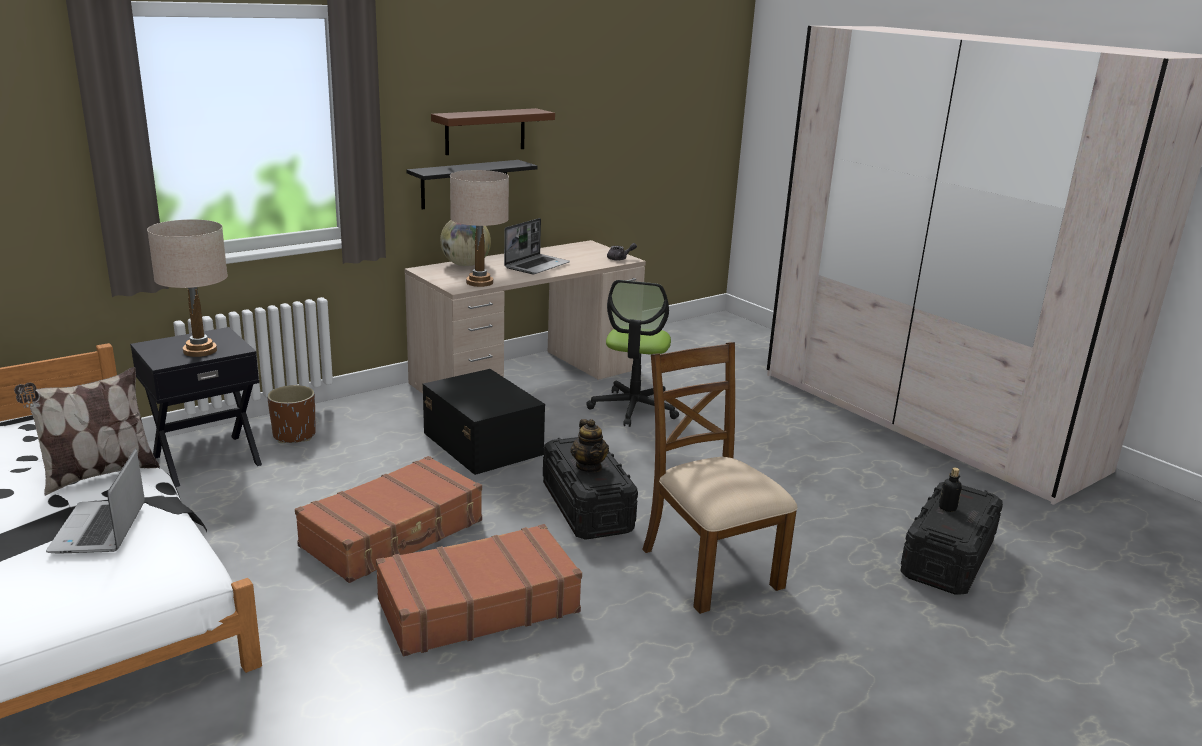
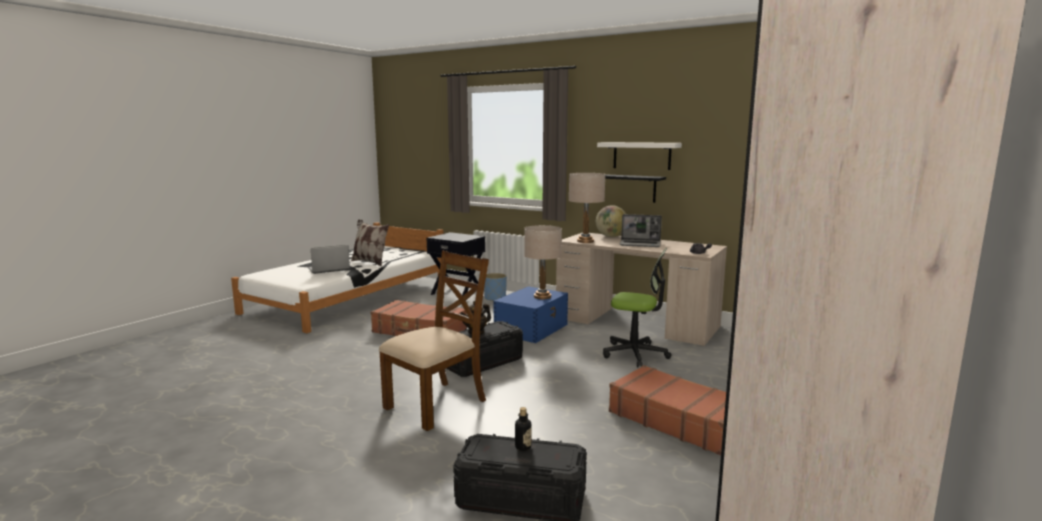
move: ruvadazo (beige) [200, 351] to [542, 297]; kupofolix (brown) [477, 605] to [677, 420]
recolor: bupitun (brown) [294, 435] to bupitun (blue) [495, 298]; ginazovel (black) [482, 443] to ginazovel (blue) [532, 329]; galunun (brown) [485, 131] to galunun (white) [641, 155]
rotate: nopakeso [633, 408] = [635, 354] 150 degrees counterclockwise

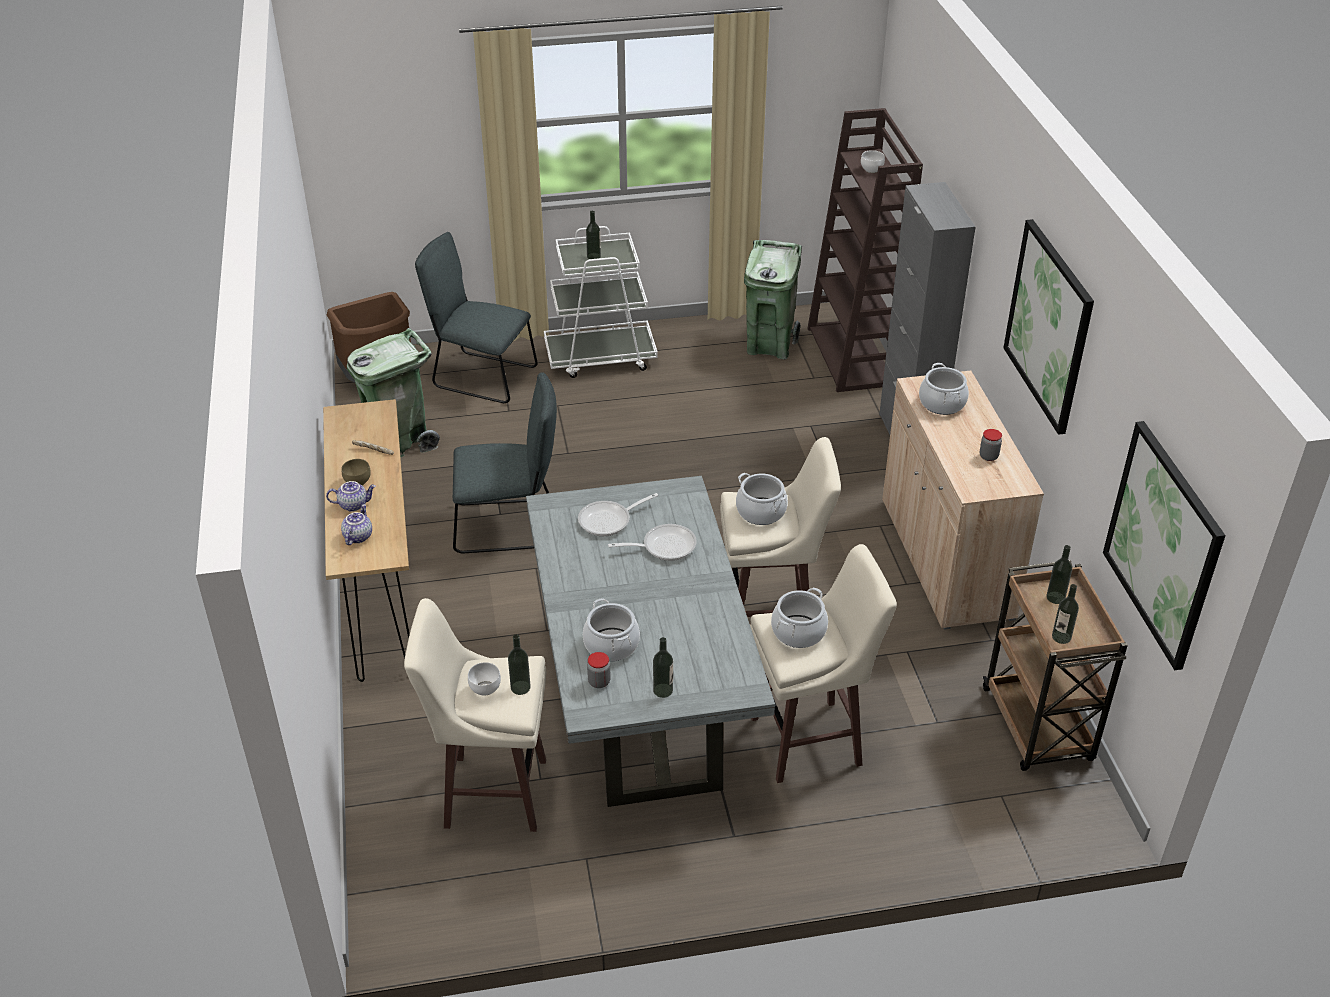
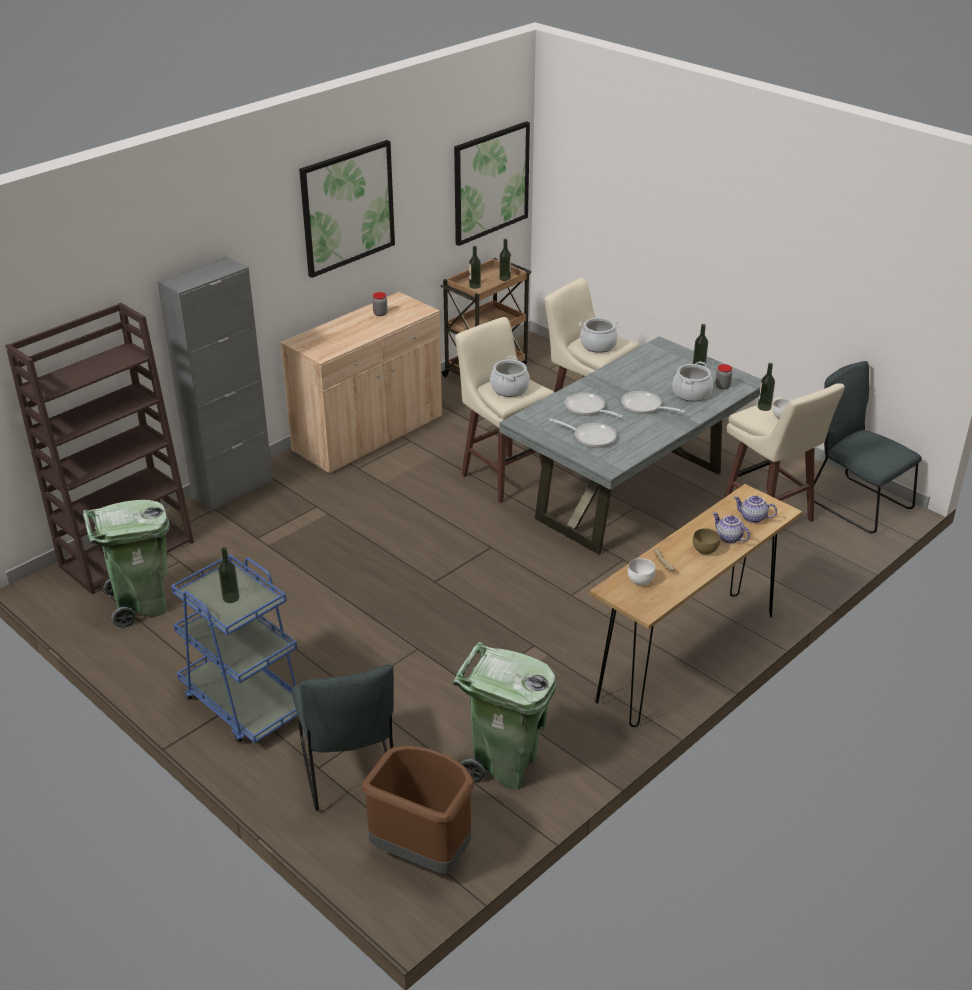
delete: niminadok [942, 403]
insert: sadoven [644, 407]
move: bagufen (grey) [508, 525] to [855, 503]; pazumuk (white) [871, 170] to [641, 580]
recolor: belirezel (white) [601, 357] to belirezel (blue) [244, 703]
rotate: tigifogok [357, 536] = [752, 518] 45 degrees clockwise

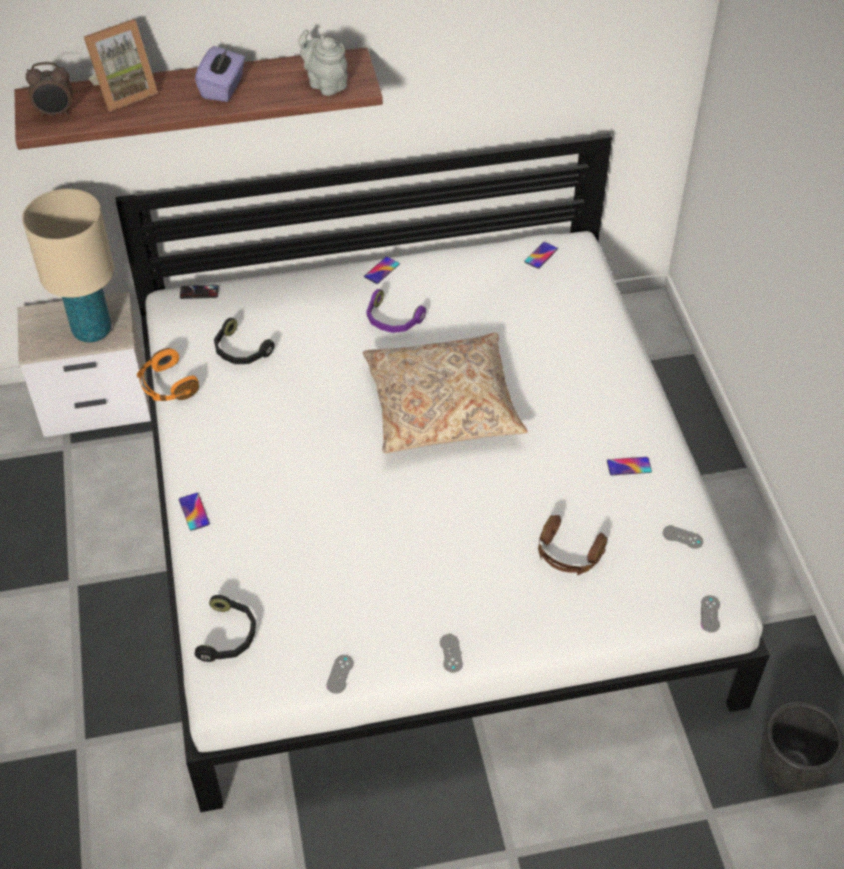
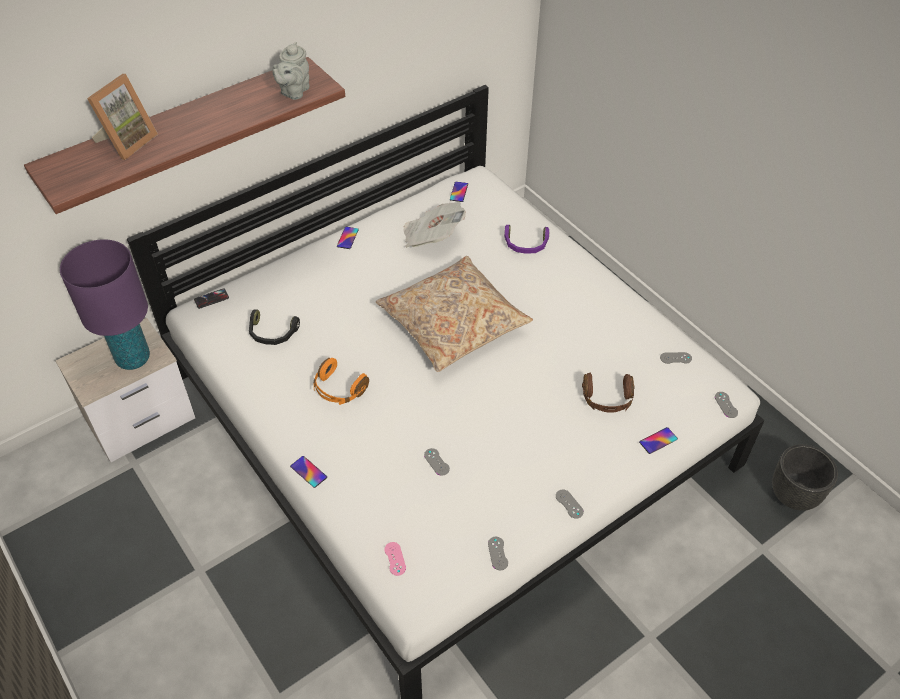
delete: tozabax [55, 113]; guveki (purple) [223, 88]
insert: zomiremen [432, 237]; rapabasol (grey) [436, 462]
move: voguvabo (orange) [167, 386] to [339, 389]; voguvabo (purple) [392, 320] to [525, 245]; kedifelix [629, 466] to [658, 440]
replace: voguvabo (black) [229, 636] to rapabasol (pink) [395, 559]
recolor: ruvadazo (beige) [92, 330] to ruvadazo (purple) [133, 358]
rotate: tigifogok (grey) [325, 84] = [293, 92] 90 degrees counterclockwise

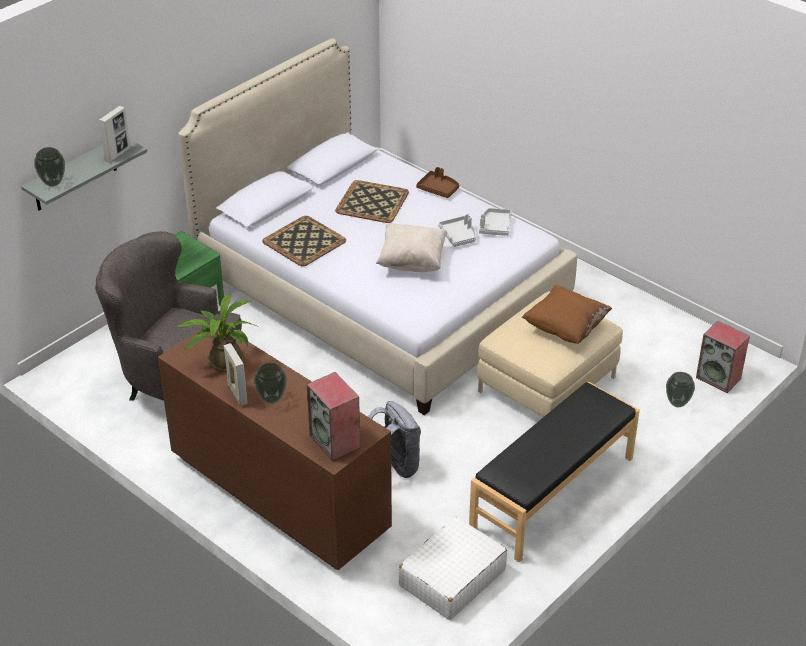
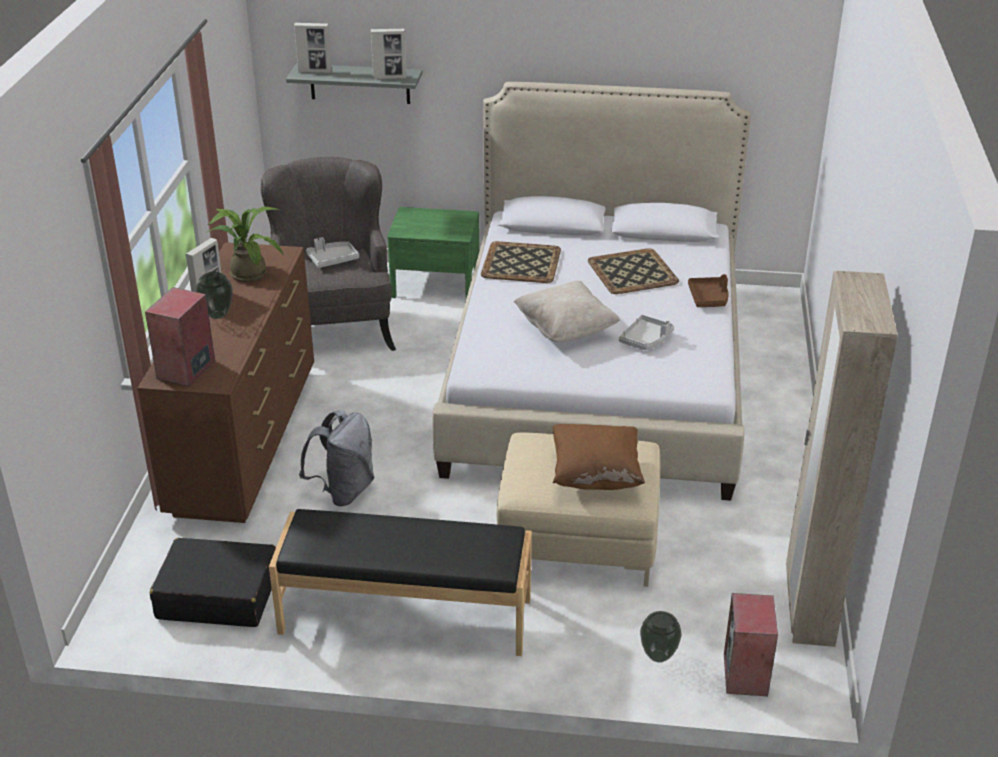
insert: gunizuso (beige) [808, 608]
move: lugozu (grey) [495, 227] to [332, 260]
replace: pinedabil [53, 183] to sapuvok [314, 72]
recolor: kupofolix (white) [452, 578] to kupofolix (black) [217, 595]

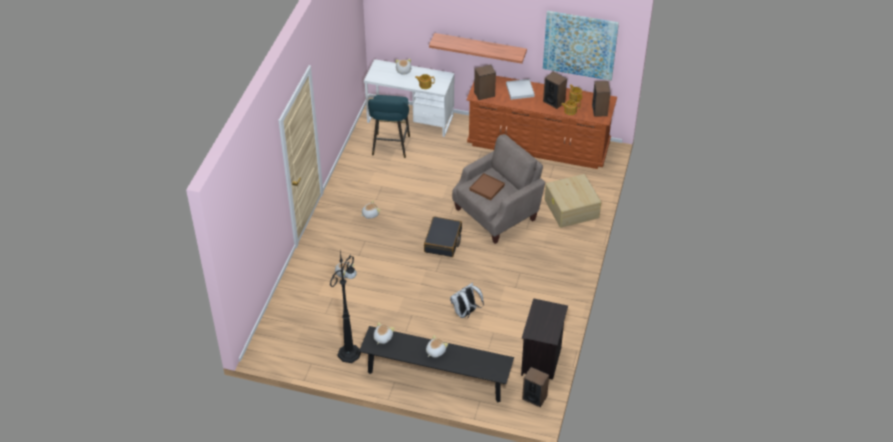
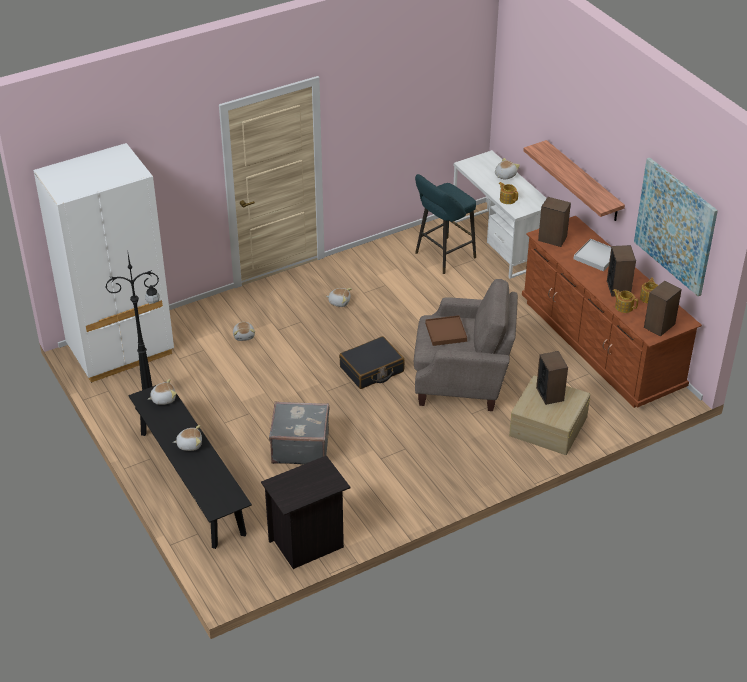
insert: gunizuso (white) [120, 351]
move: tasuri [534, 397] to [550, 394]
replace: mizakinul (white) [465, 313] to kupofolix (grey) [300, 447]

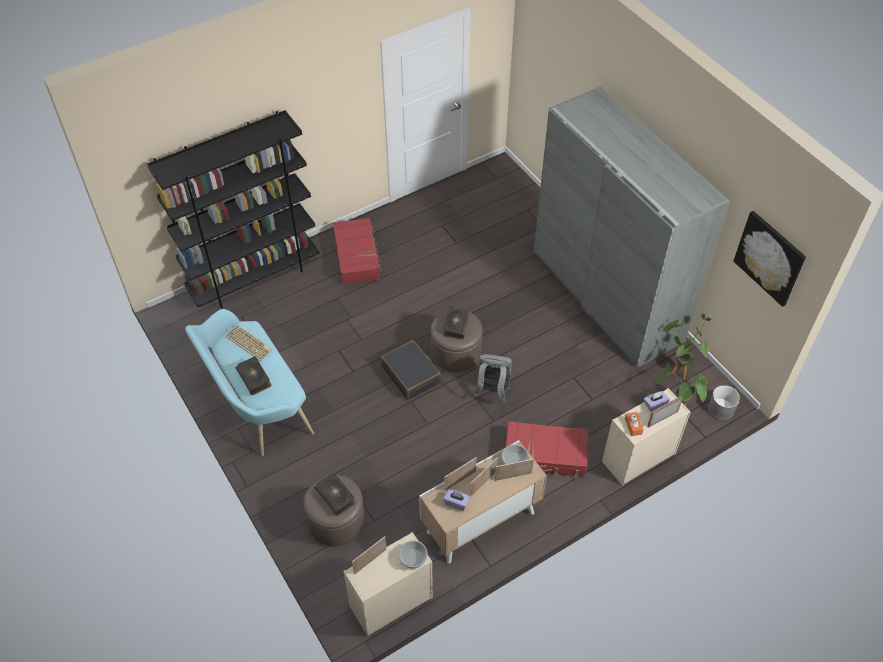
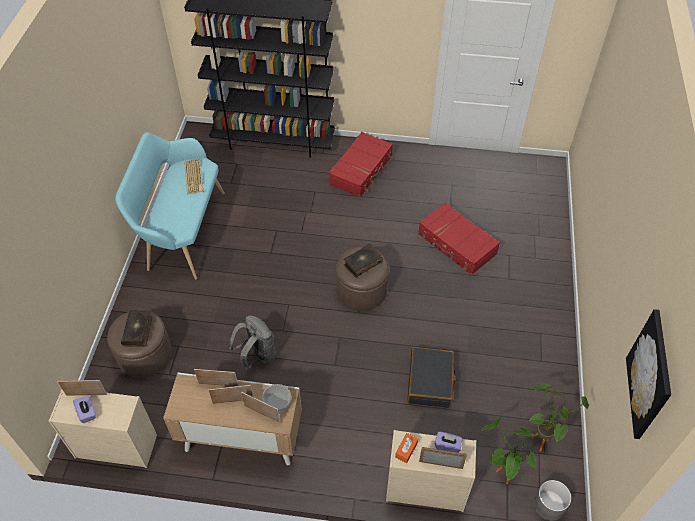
delete: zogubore [254, 378]; pazumuk [413, 558]; gunizuso (grey) [606, 296]
move: kupofolix (black) [411, 375] to [430, 382]; guveki (purple) [456, 503] to [87, 413]; mizakinul (grey) [492, 391] to [257, 356]; kupofolix (red) [545, 455] to [456, 244]

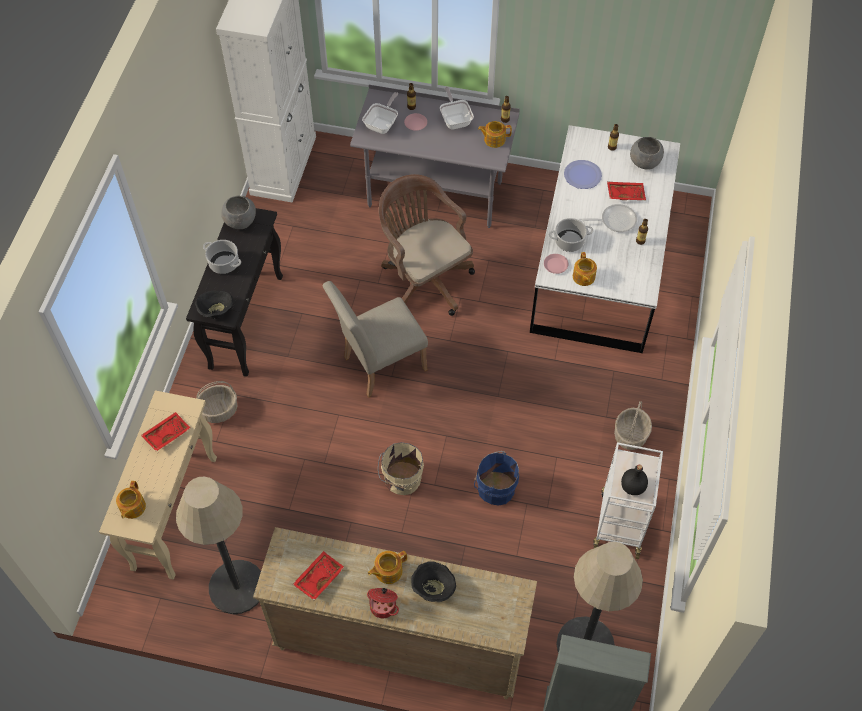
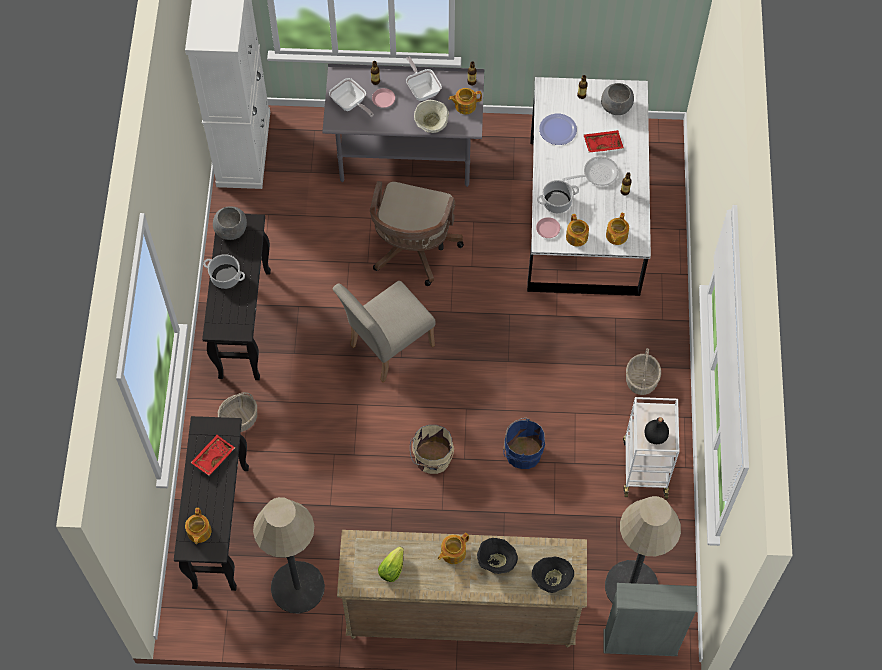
delete: niminadok [383, 605]
insert: pazumuk (beige) [431, 124]; tigifogok [616, 236]
move: pazumuk (black) [216, 311] to [551, 579]
replace: lugozu (red) [318, 577] to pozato [391, 569]
recolor: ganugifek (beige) [175, 511] to ganugifek (black) [220, 525]
rotate: sadoven [382, 124] = [350, 104] 120 degrees clockwise; nopakeso (brown) [424, 278] = [412, 250] 120 degrees counterclockwise

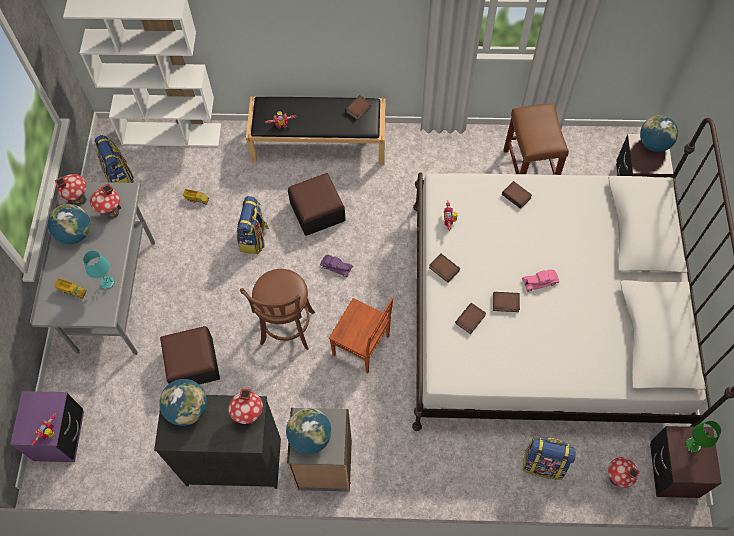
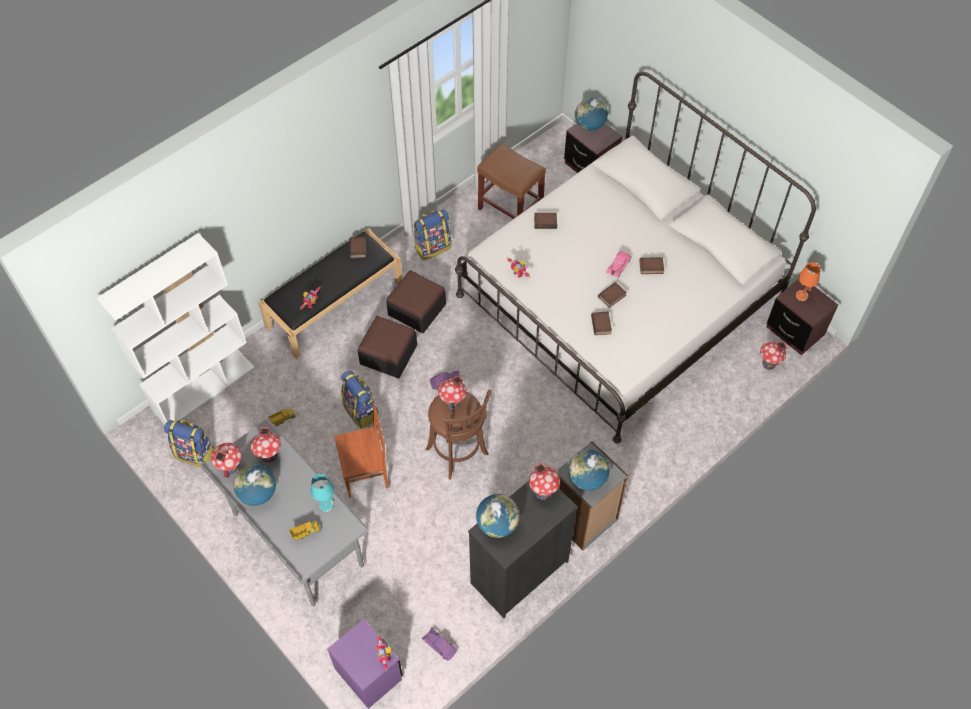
insert: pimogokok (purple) [440, 645]; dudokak [452, 402]
move: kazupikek [192, 363] to [417, 309]; bagufen (brown) [361, 347] to [365, 473]; zogubore [443, 269] to [651, 268]; mizakinul [544, 463] to [432, 247]
recolor: ruvadazo (green) [693, 445] to ruvadazo (orange) [802, 295]

